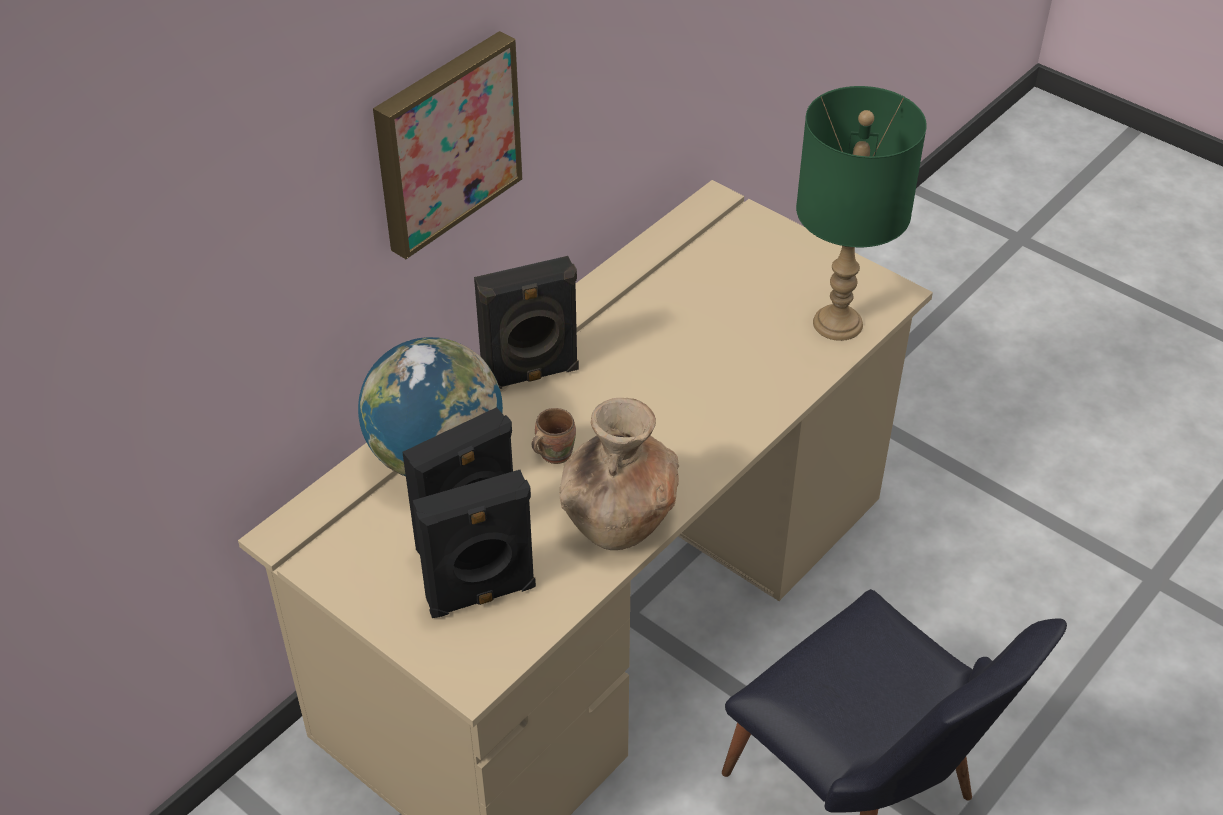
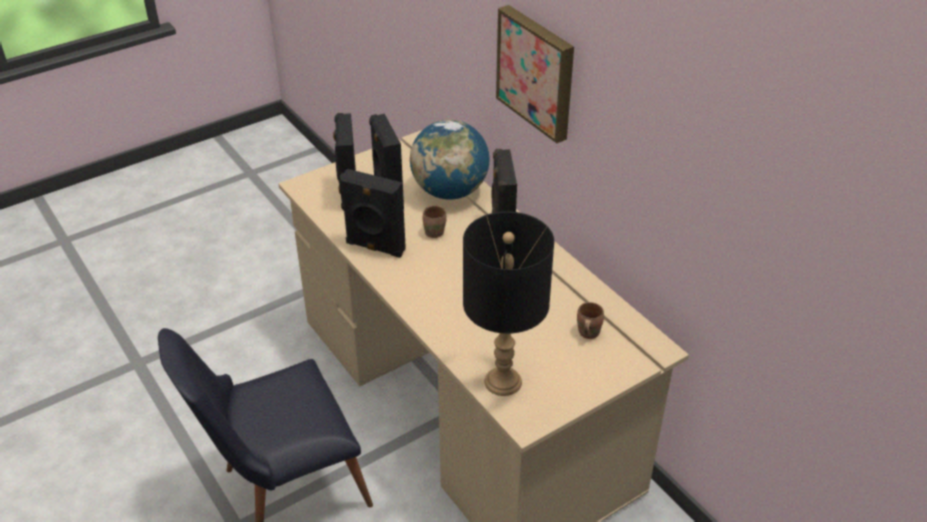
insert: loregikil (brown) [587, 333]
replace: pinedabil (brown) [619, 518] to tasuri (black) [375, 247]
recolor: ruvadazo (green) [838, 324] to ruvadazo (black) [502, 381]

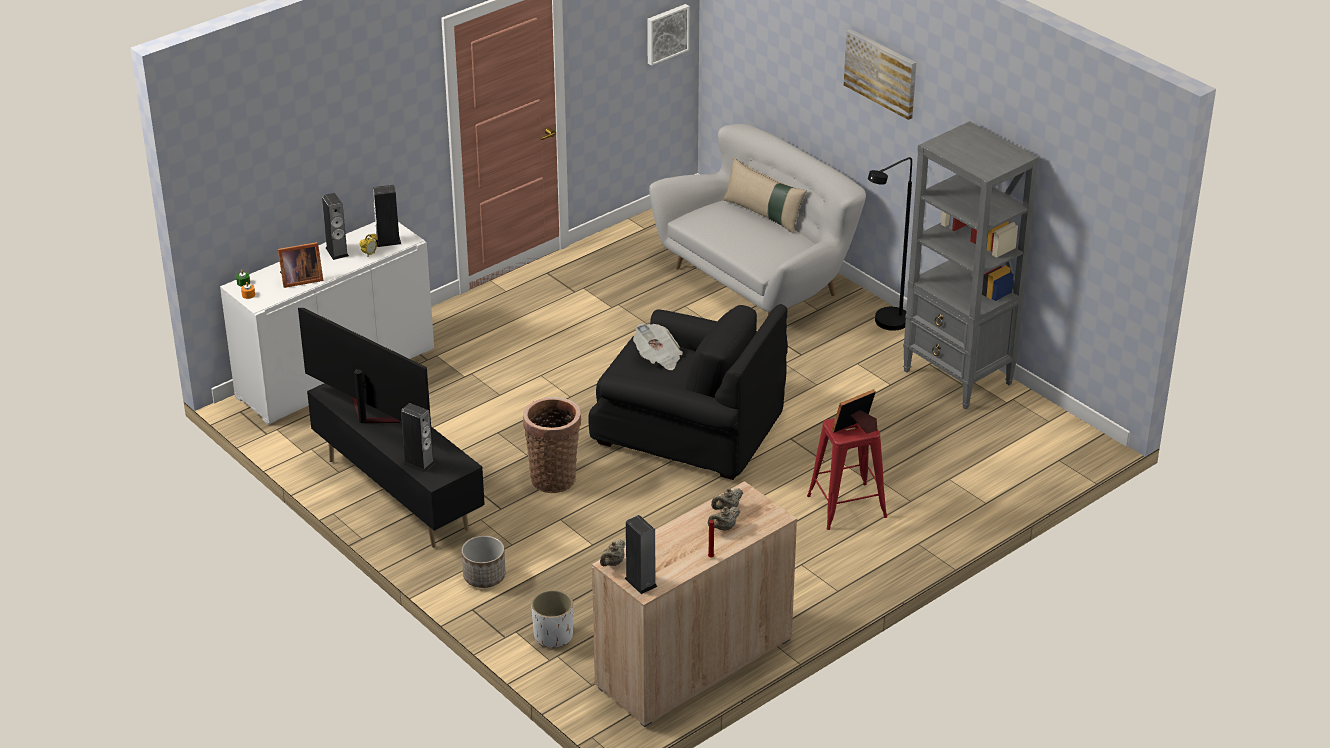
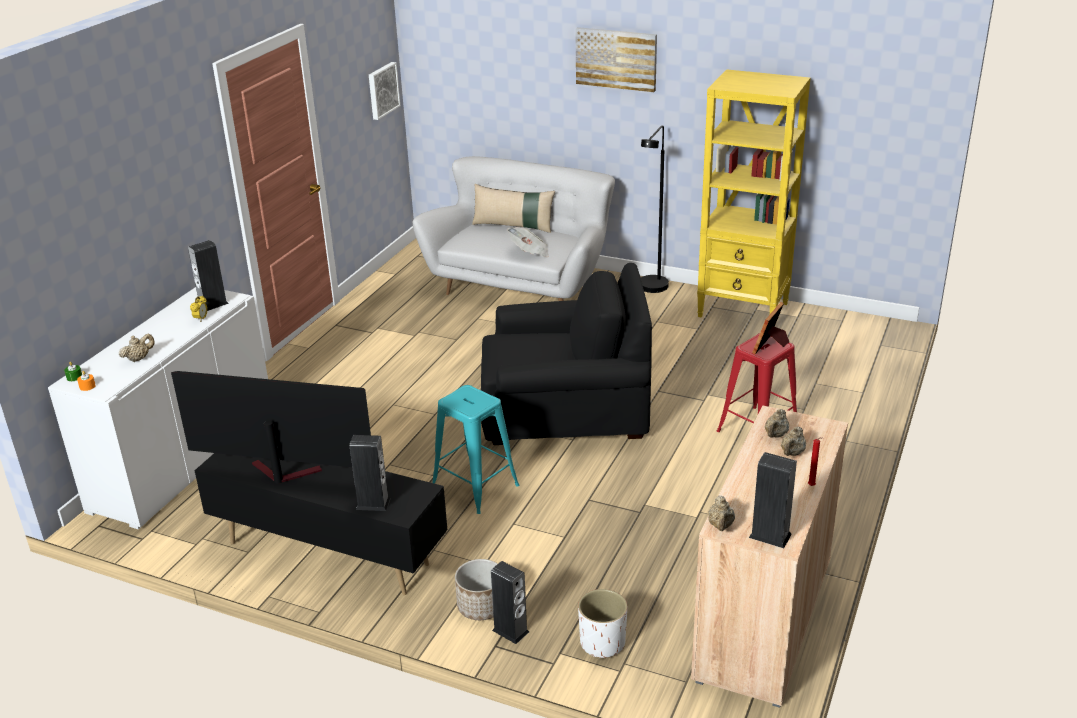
move: tasuri [337, 252] to [510, 631]; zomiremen [658, 357] to [529, 252]
replace: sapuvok [300, 280] to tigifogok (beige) [139, 358]; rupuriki [554, 477] to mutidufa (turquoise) [475, 487]
recolor: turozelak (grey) [958, 378] to turozelak (yellow) [744, 310]

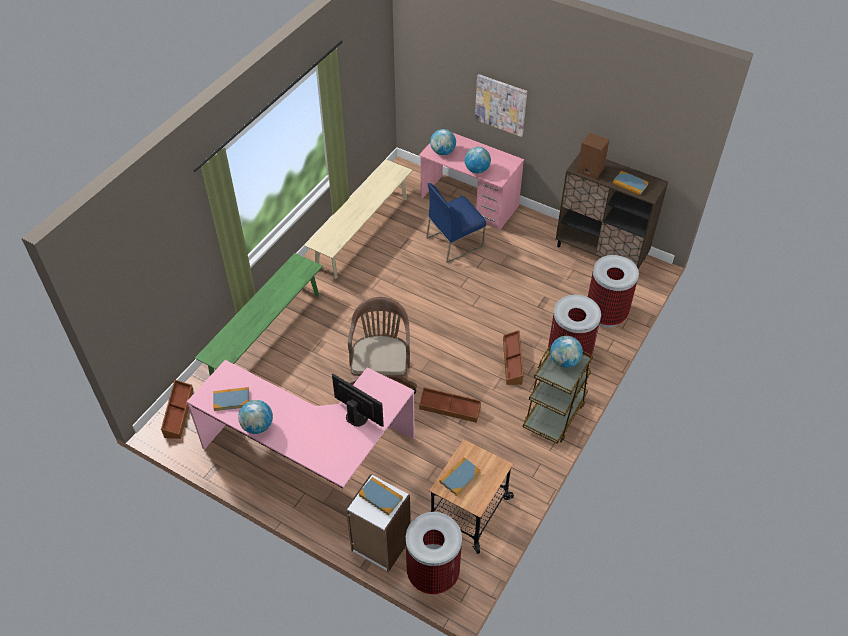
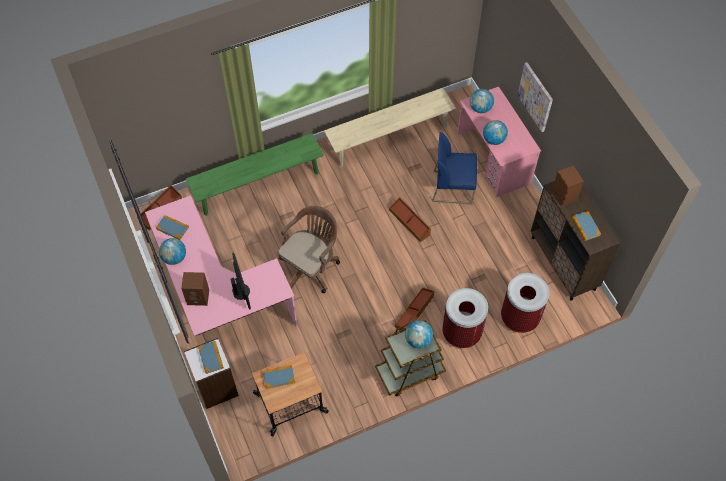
delete: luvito [433, 573]
insert: tasuri (brown) [198, 296]
move: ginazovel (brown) [450, 408] to [410, 222]

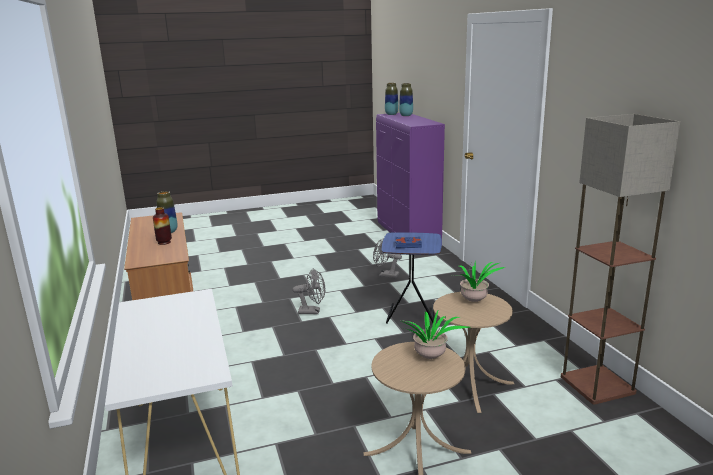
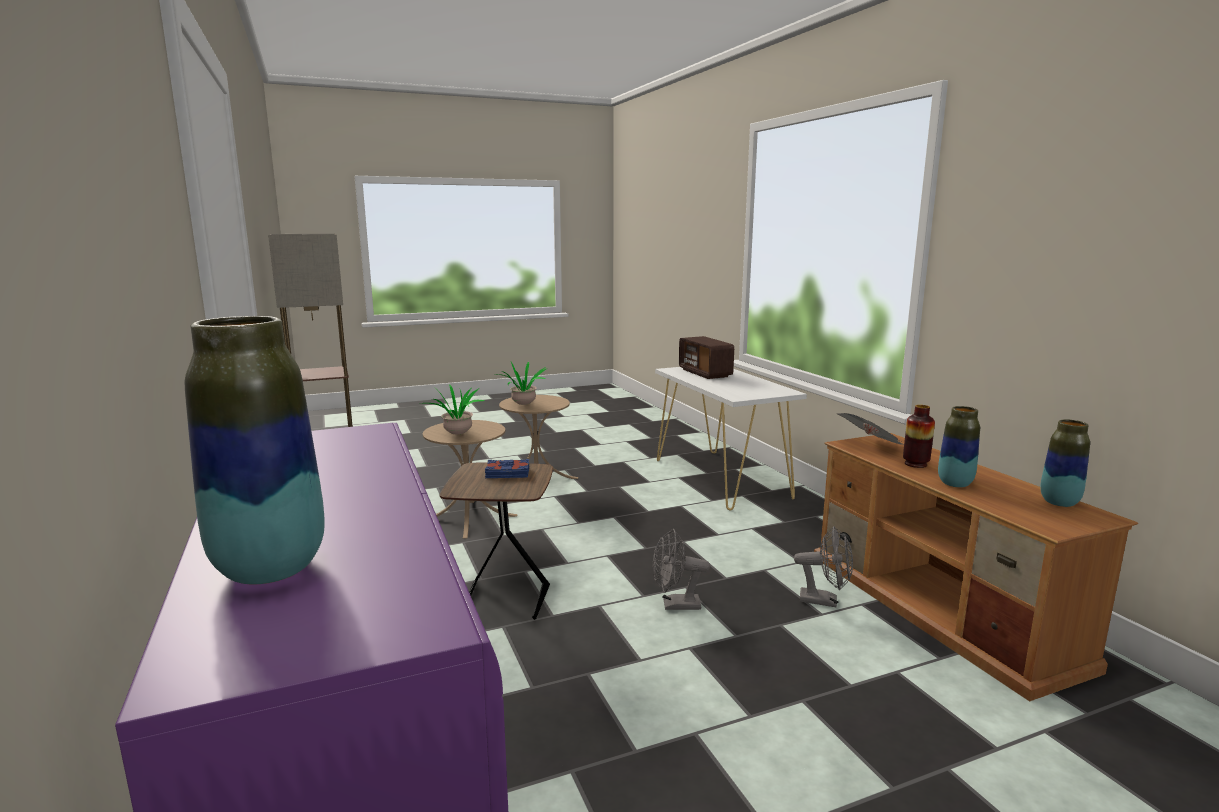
insert: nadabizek [705, 373]; zomiremen [871, 446]
move: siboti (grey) [385, 275] to [824, 601]; pinedabil [391, 114] to [1059, 502]
recolor: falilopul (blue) [411, 314] to falilopul (brown) [505, 602]

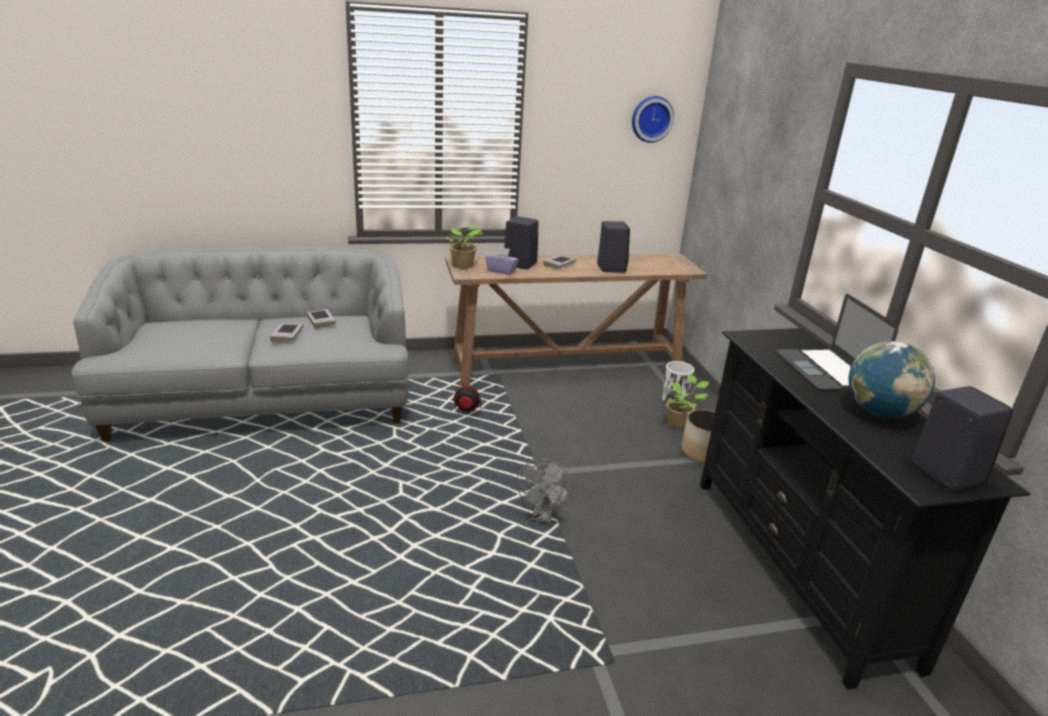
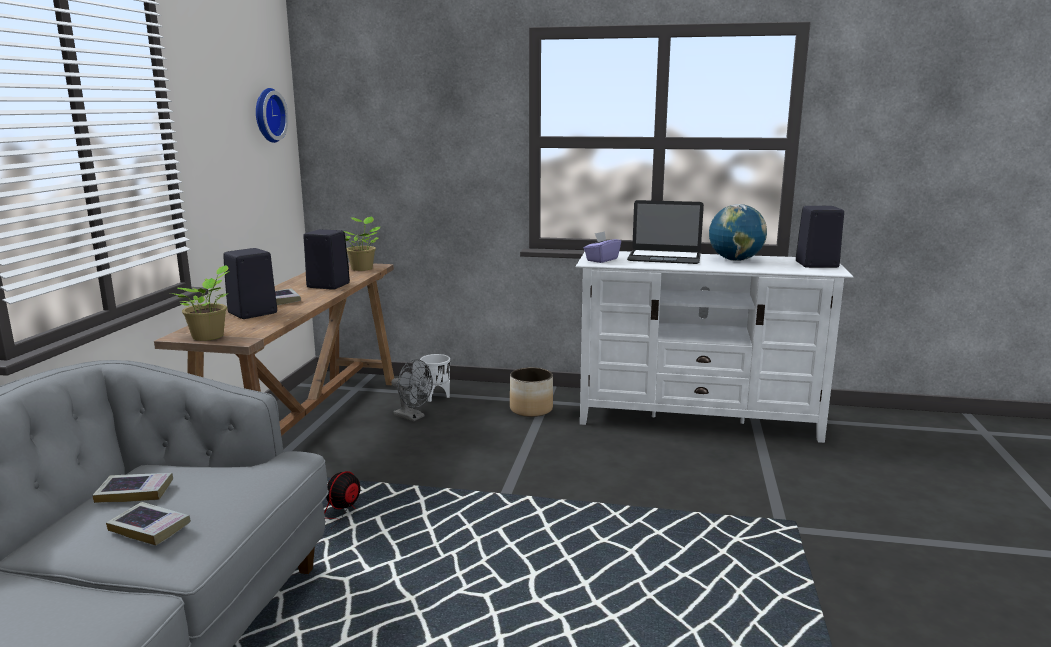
move: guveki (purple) [501, 271] to [601, 260]; siboti (grey) [542, 516] to [413, 417]; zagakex [679, 423] to [362, 268]
recolor: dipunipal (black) [798, 566] to dipunipal (white) [698, 419]

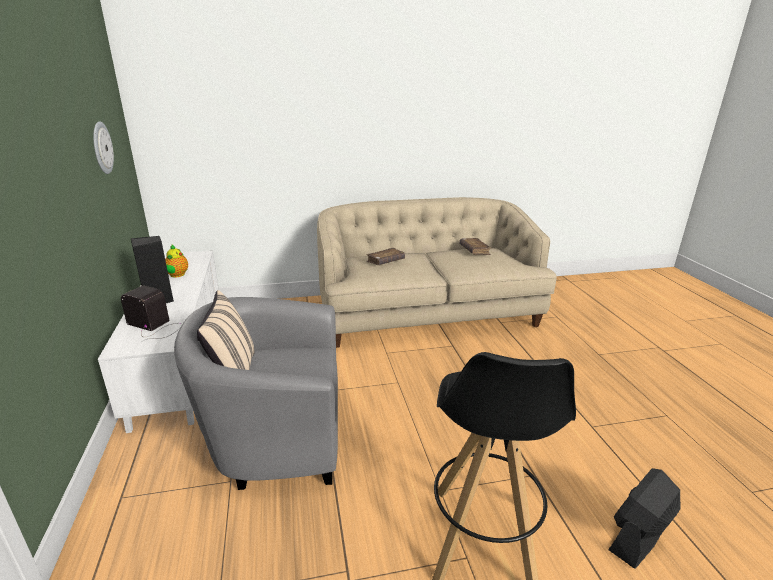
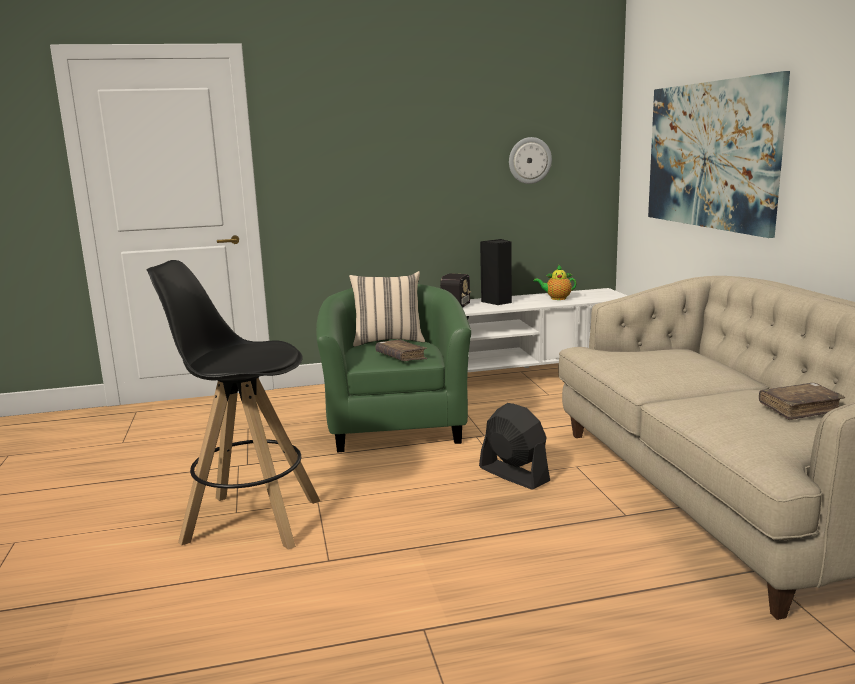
insert: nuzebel [710, 155]
move: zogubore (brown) [385, 261] to [401, 357]; siboti (black) [638, 536] to [513, 474]
recolor: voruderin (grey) [275, 440] to voruderin (green) [396, 425]

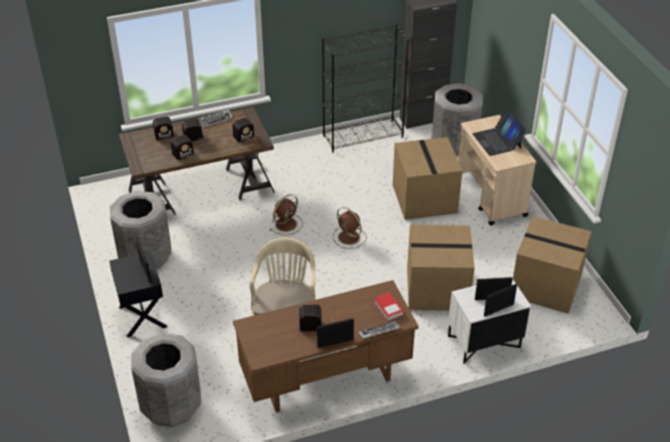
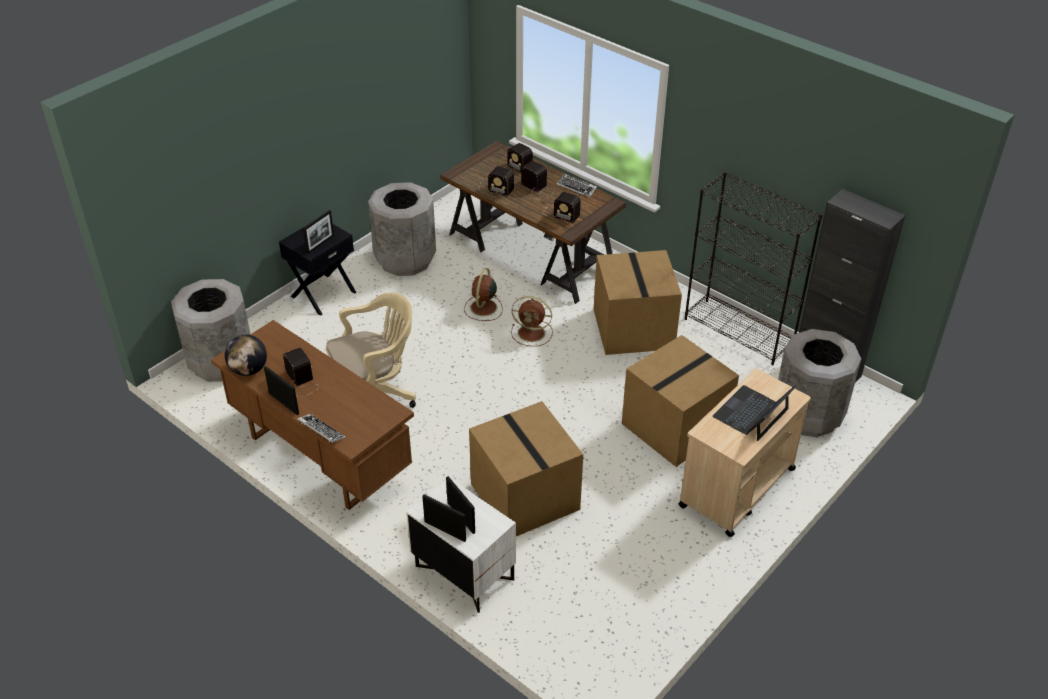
delete: zogubore [388, 308]
insert: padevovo [249, 370]
move: siboti (brown) [349, 238] to [483, 308]; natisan [545, 285] to [632, 328]

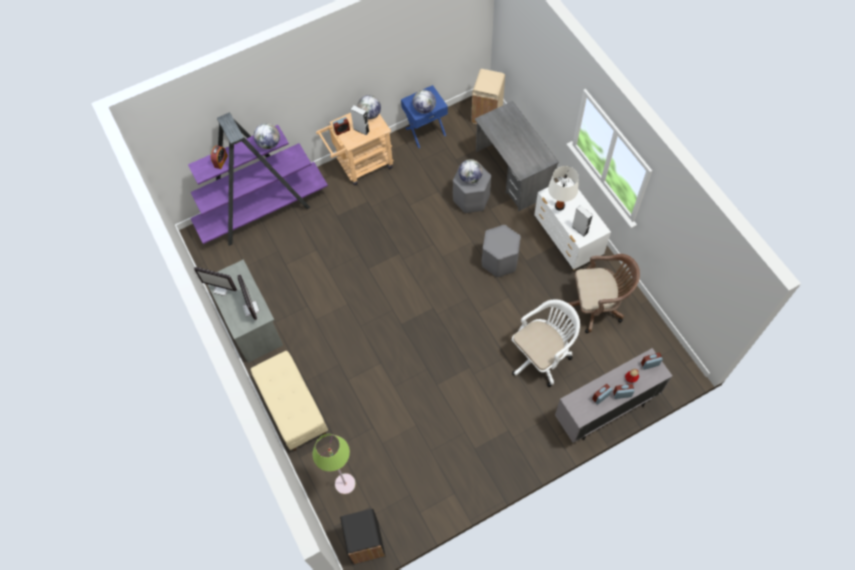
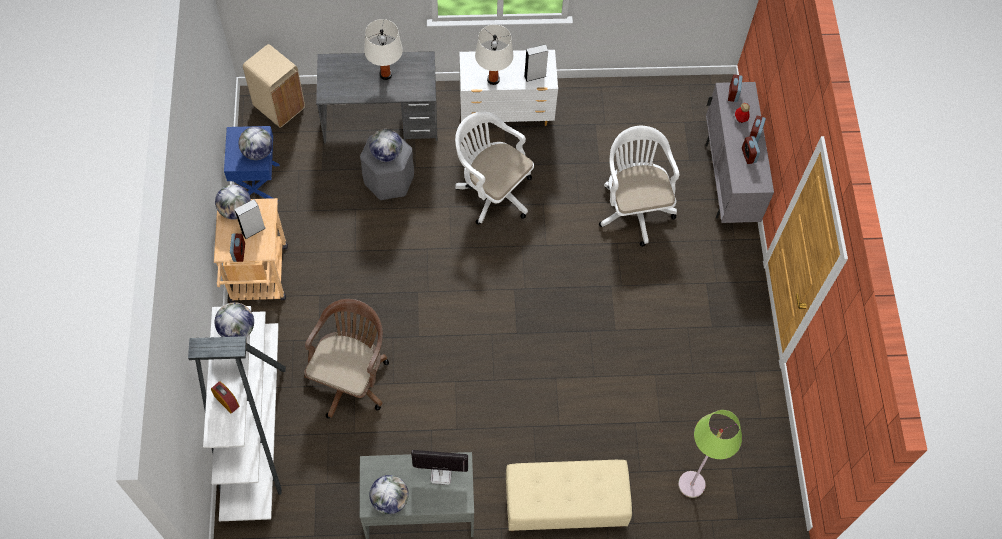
delete: luvito (black) [366, 543]
insert: ruvadazo (white) [385, 75]
move: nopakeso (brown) [597, 305] to [351, 377]
replace: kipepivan [222, 288] to padevovo [390, 500]; mutidufa (grey) [500, 261] to nopakeso (white) [492, 191]
recolor: turozelak (purple) [263, 211] to turozelak (white) [253, 427]

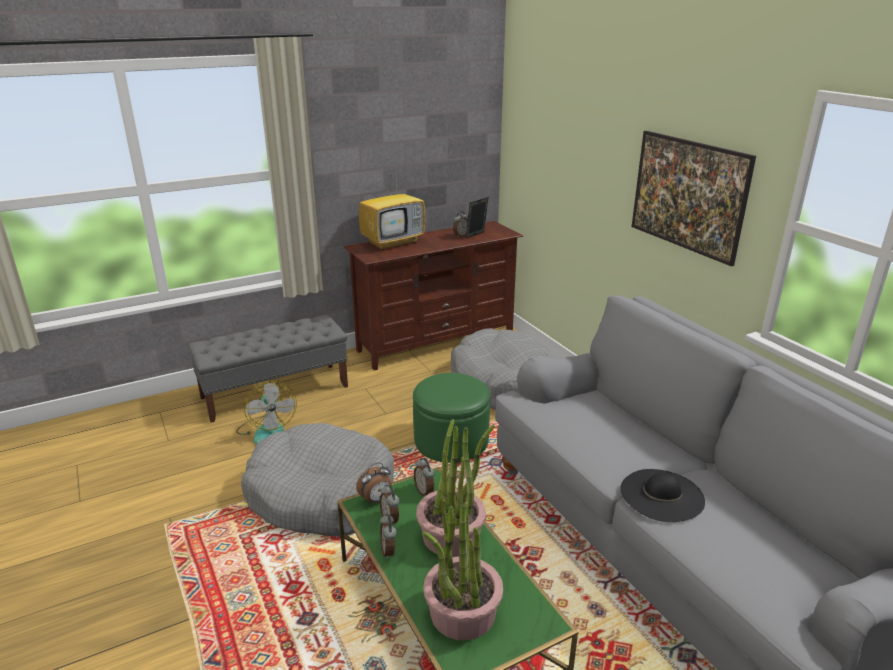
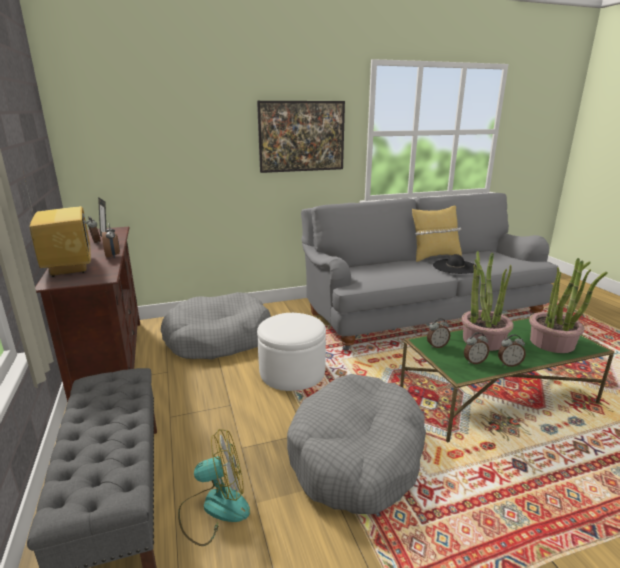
insert: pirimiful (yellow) [434, 256]
move: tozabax [376, 500] to [113, 256]
recolor: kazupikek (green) [451, 440] to kazupikek (white) [292, 372]

